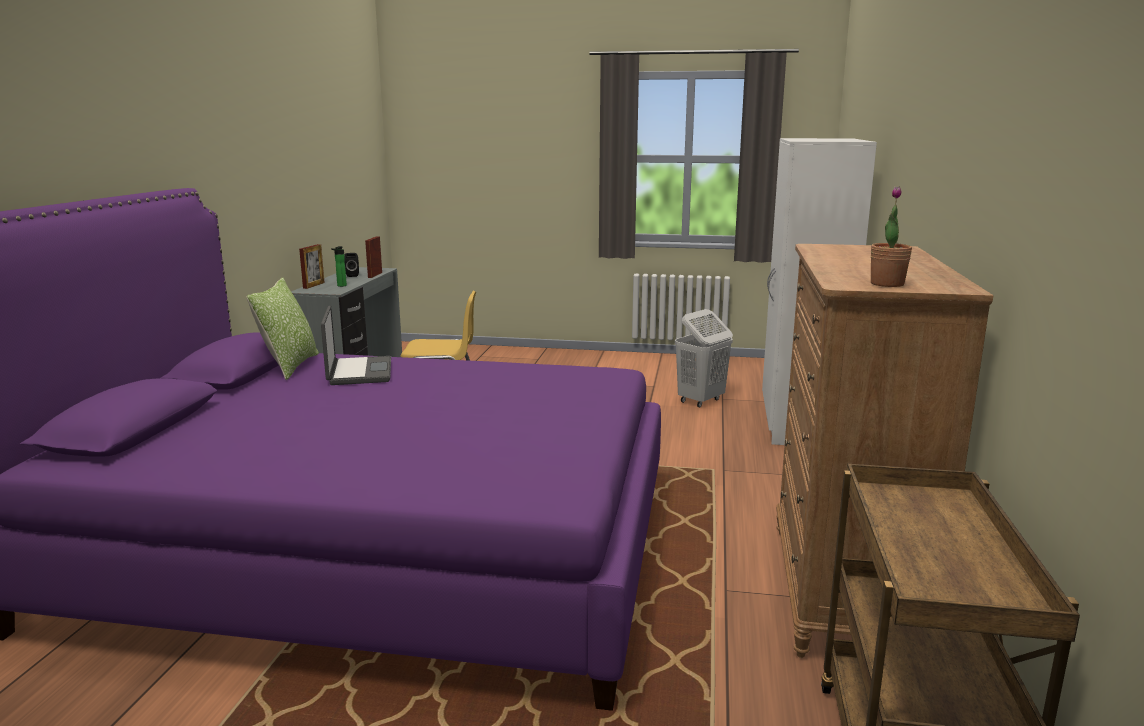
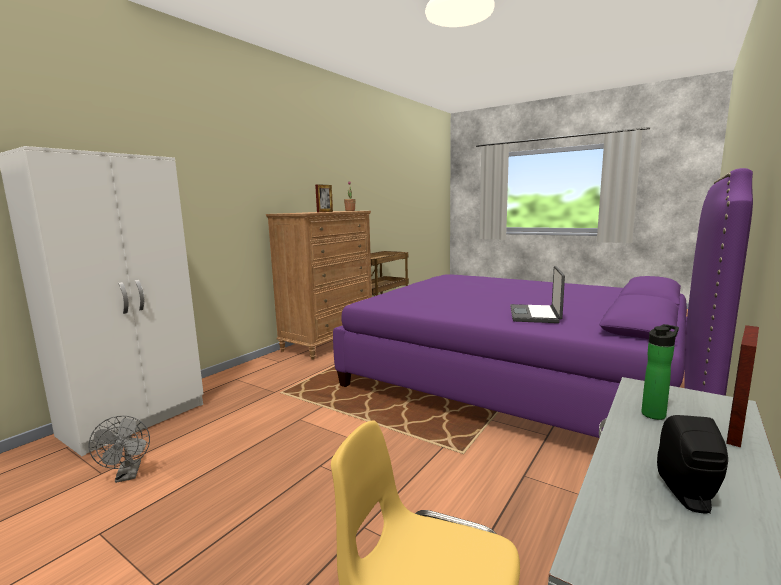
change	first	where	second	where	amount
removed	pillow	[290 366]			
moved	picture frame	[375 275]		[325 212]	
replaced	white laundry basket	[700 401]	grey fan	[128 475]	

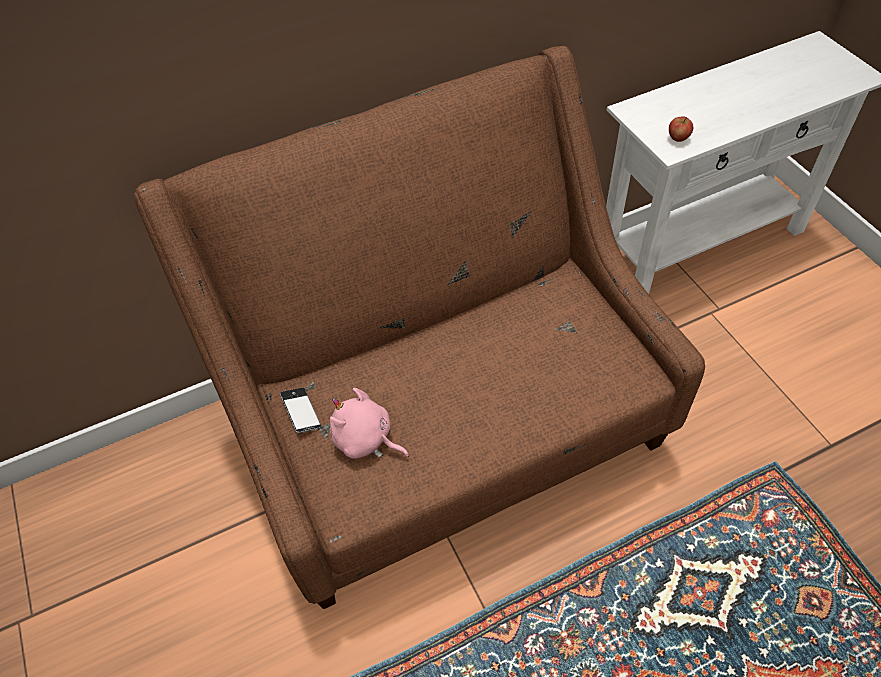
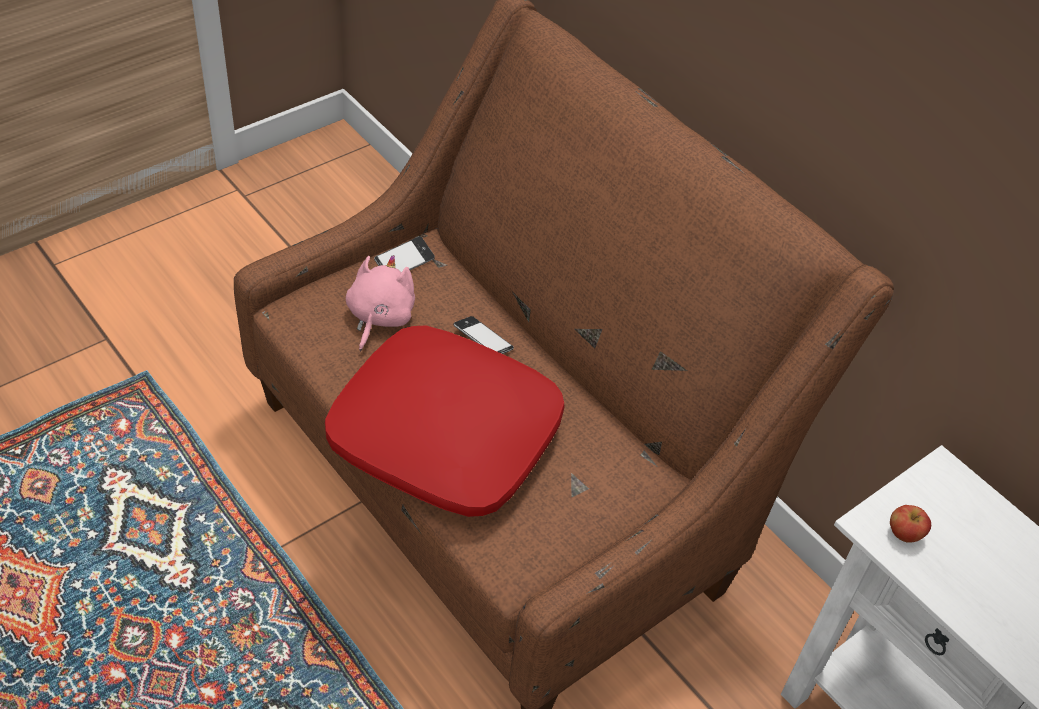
change	first	where	second	where	amount
added			red pillow	[446 435]	
added			phone	[483 340]	

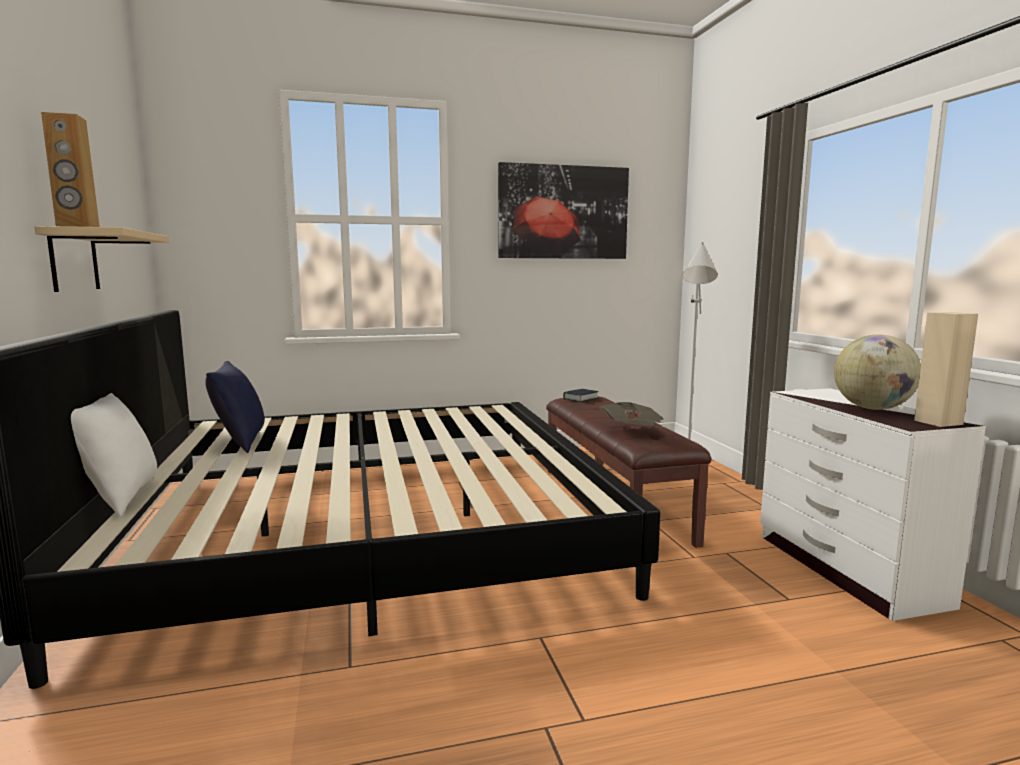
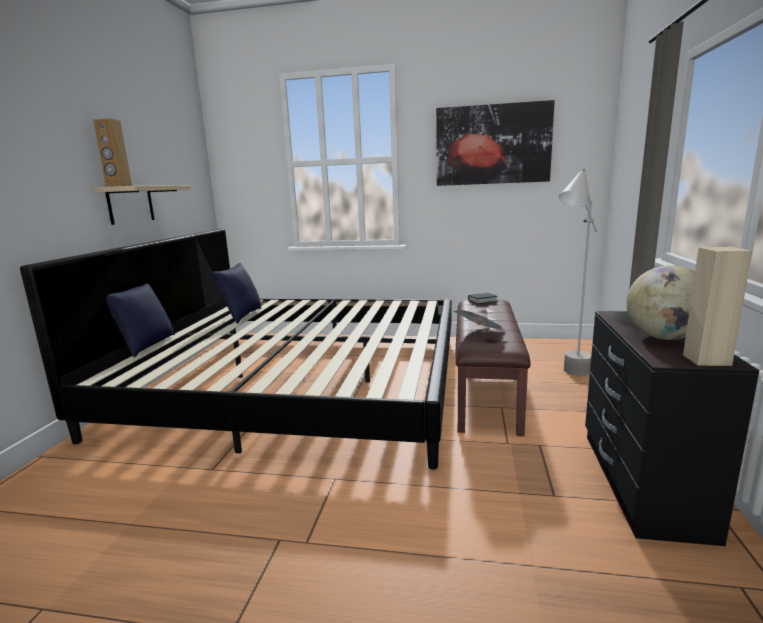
change	first	where	second	where	amount
recoloured	white pillow	[118 498]	blue pillow	[145 346]	
recoloured	white dresser	[847 569]	black dresser	[640 482]	

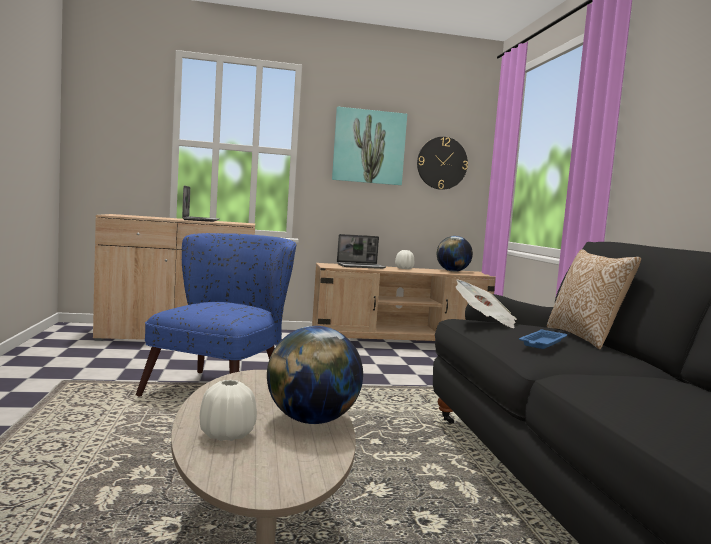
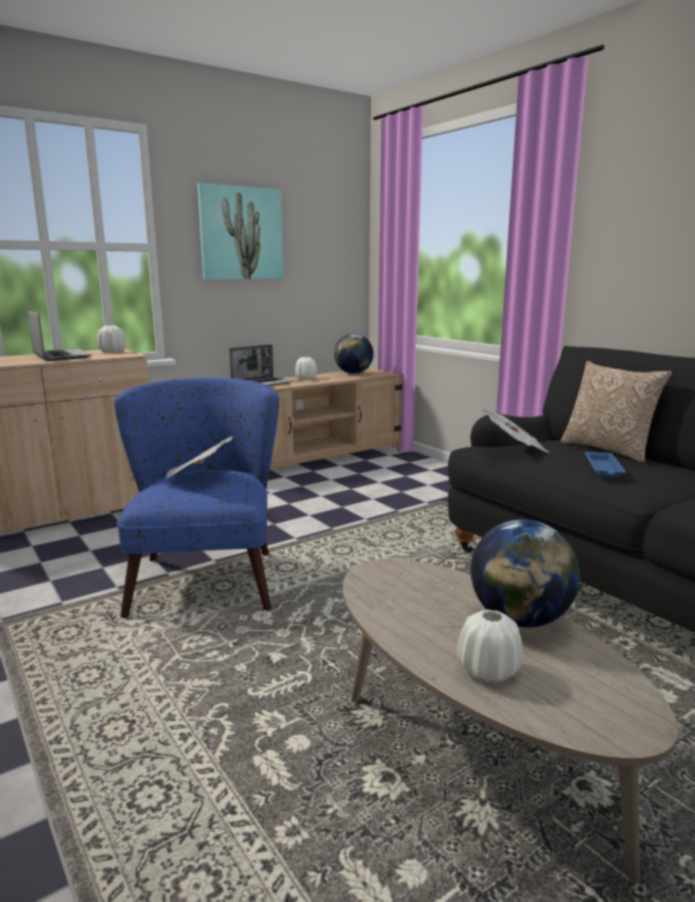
change	first	where	second	where	amount
removed	wall clock	[442 163]			
added			white vase	[112 352]	
added			newspaper	[197 477]	

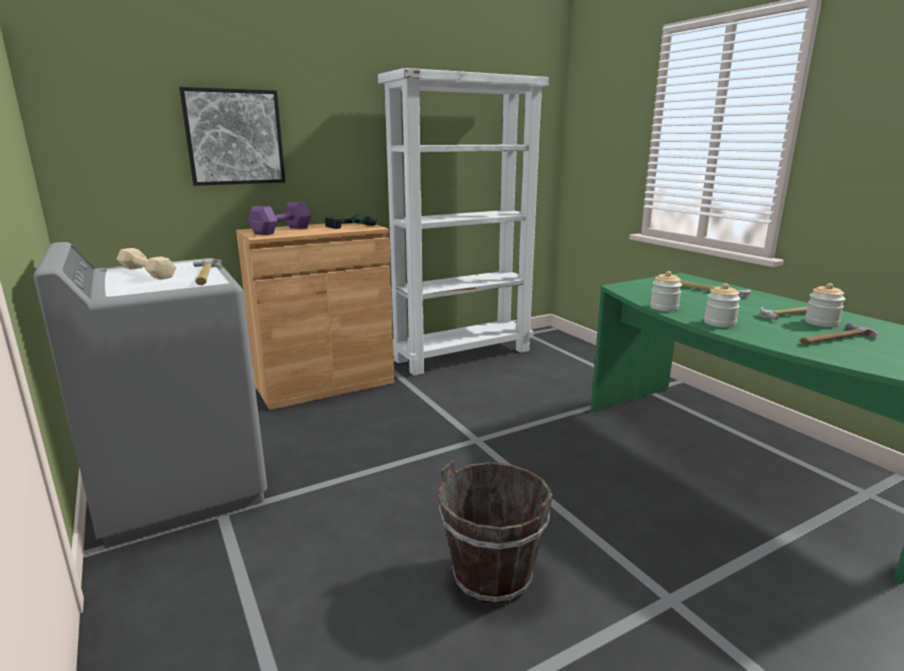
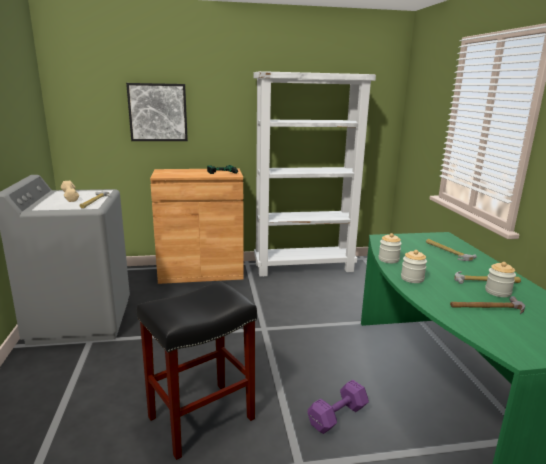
change	first	where	second	where	amount
moved	purple dumbbell	[283 230]		[339 415]	
replaced	brown bucket	[492 576]	black stool	[202 417]	

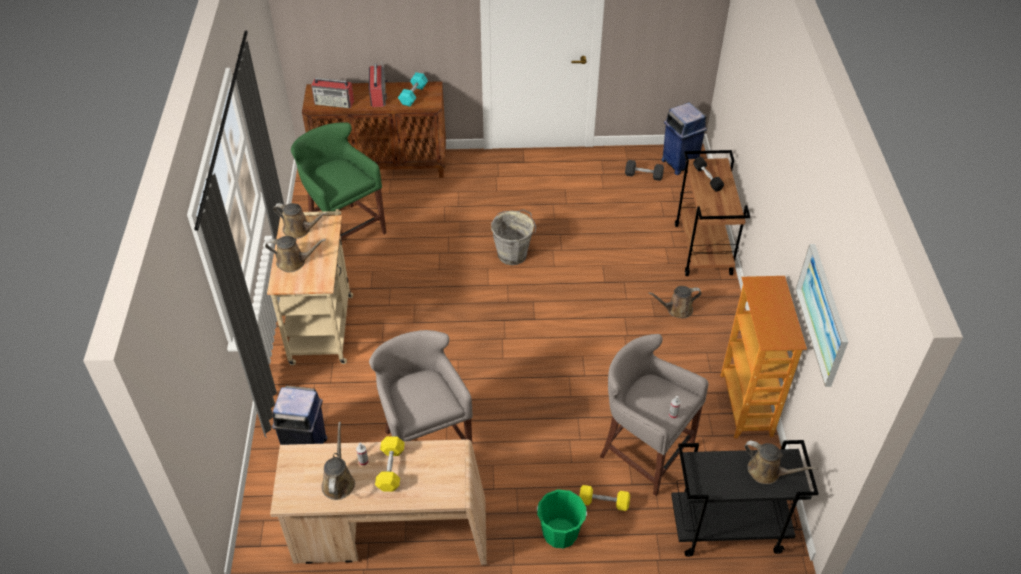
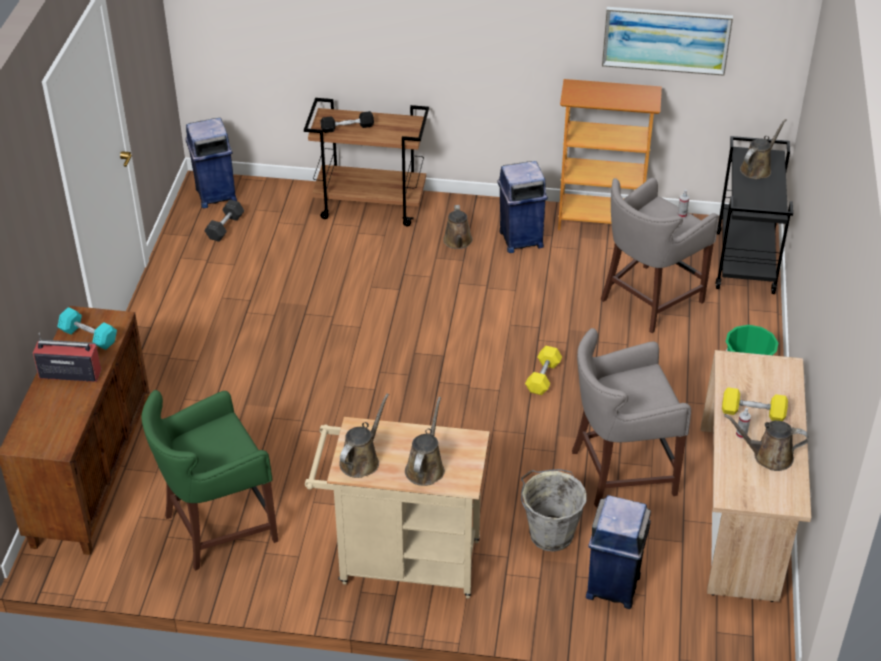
change	first	where	second	where	amount
removed	radio	[334 102]			
moved	grey bucket	[513 254]		[549 533]	
moved	yellow dumbbell	[603 502]		[543 377]	
added			blue trash can	[520 239]	

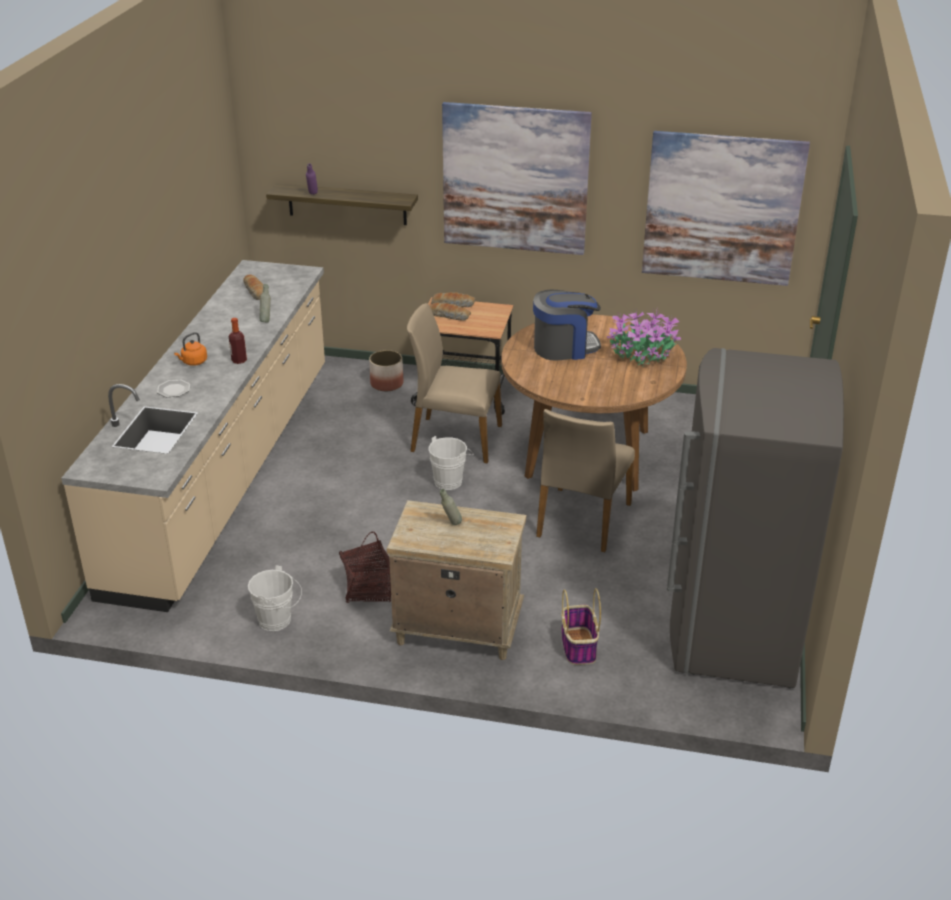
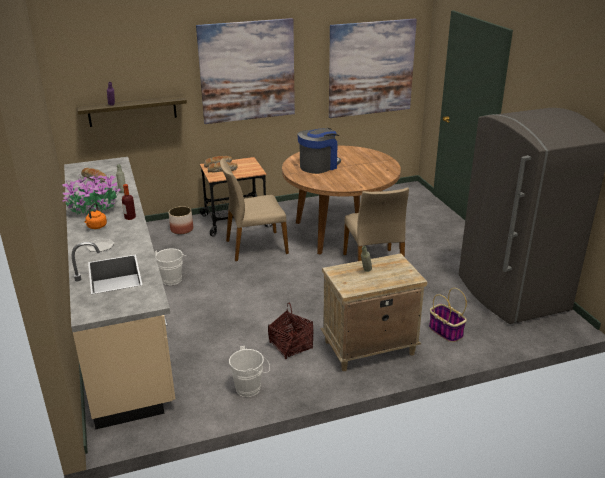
change	first	where	second	where	amount
moved	white bucket	[450 480]		[173 278]	
moved	potted plant	[643 356]		[95 209]	

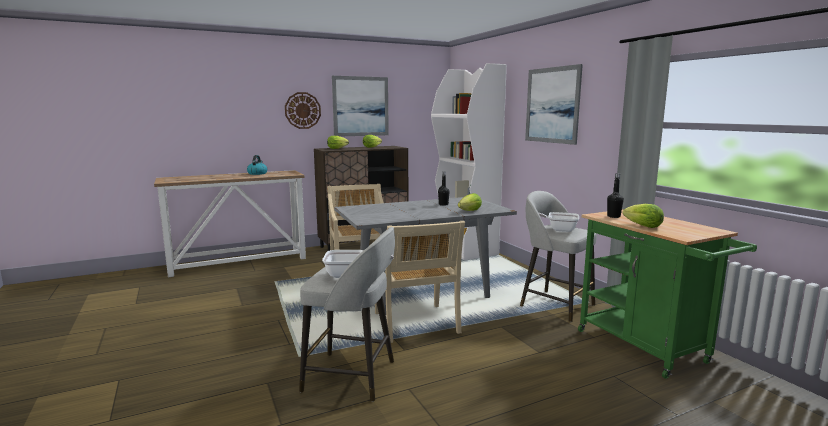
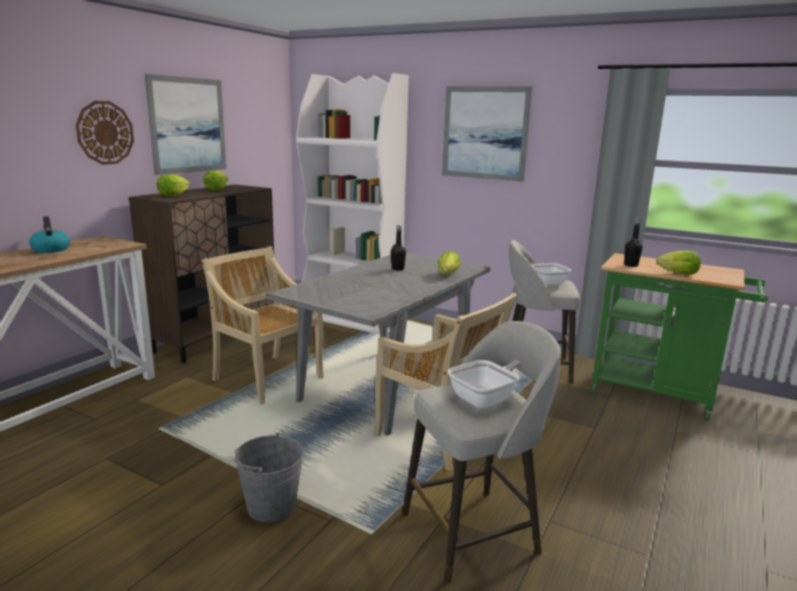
change	first	where	second	where	amount
added			grey bucket	[271 506]	

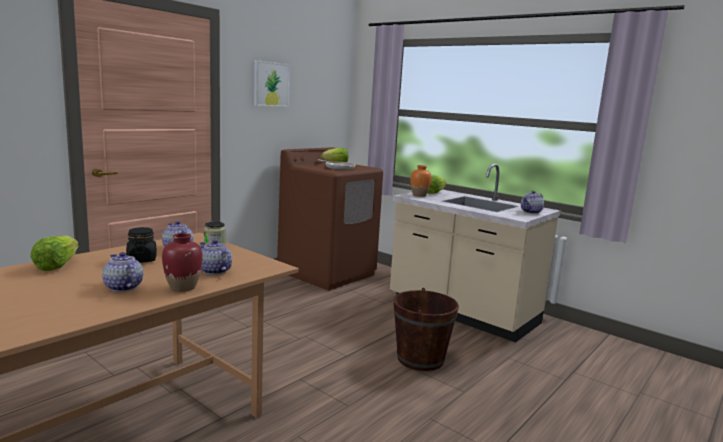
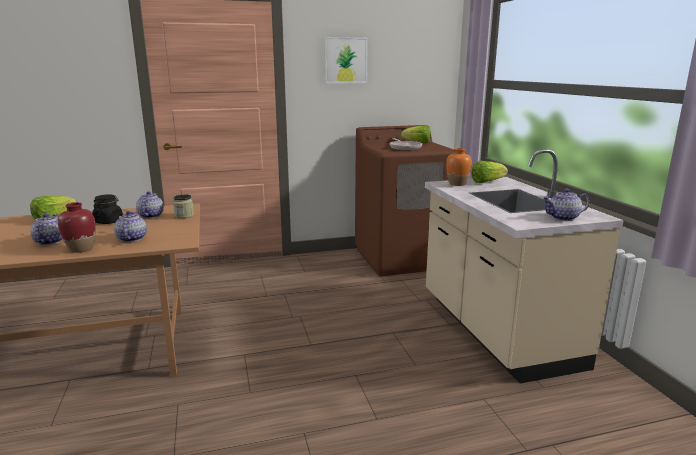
change	first	where	second	where	amount
removed	brown bucket	[420 359]			

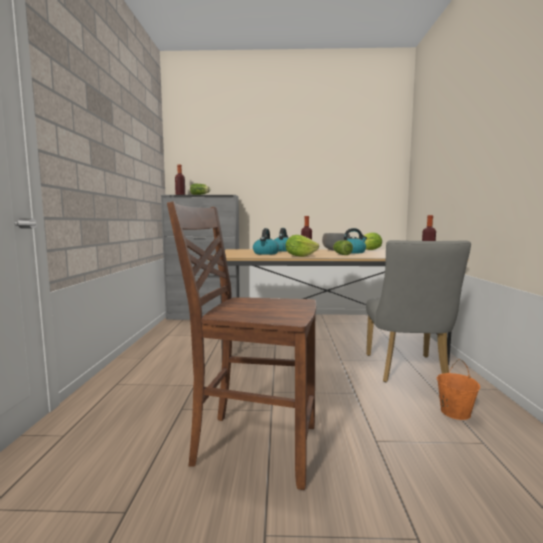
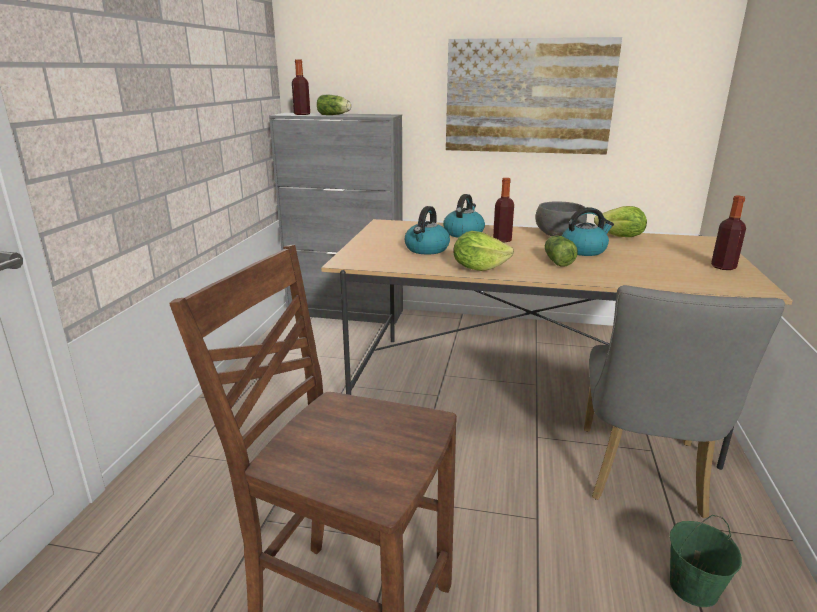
change	first	where	second	where	amount
recoloured	orange bucket	[454 412]	green bucket	[692 587]	
added			picture	[528 97]	

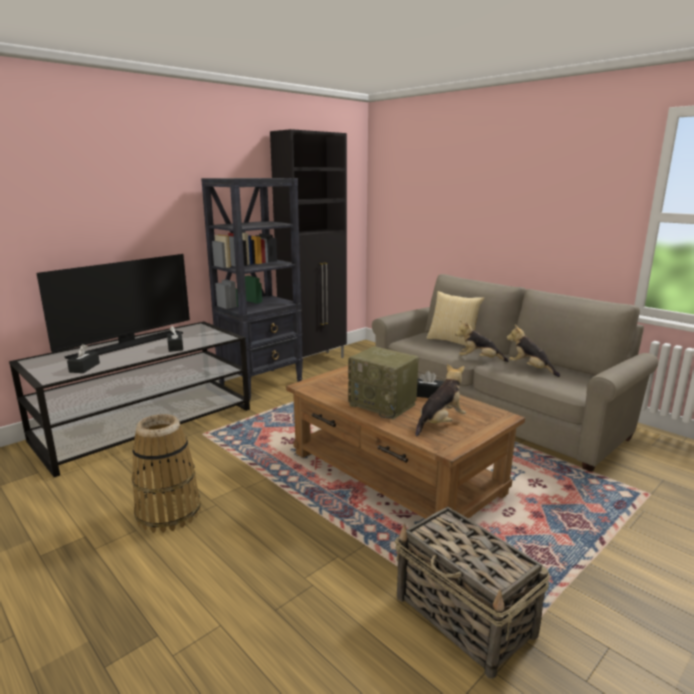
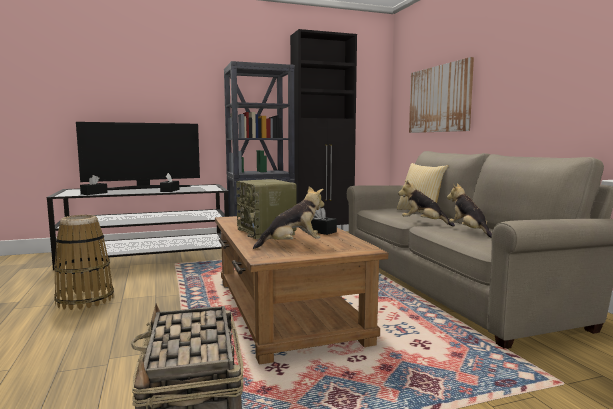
change	first	where	second	where	amount
added			picture	[439 99]	

